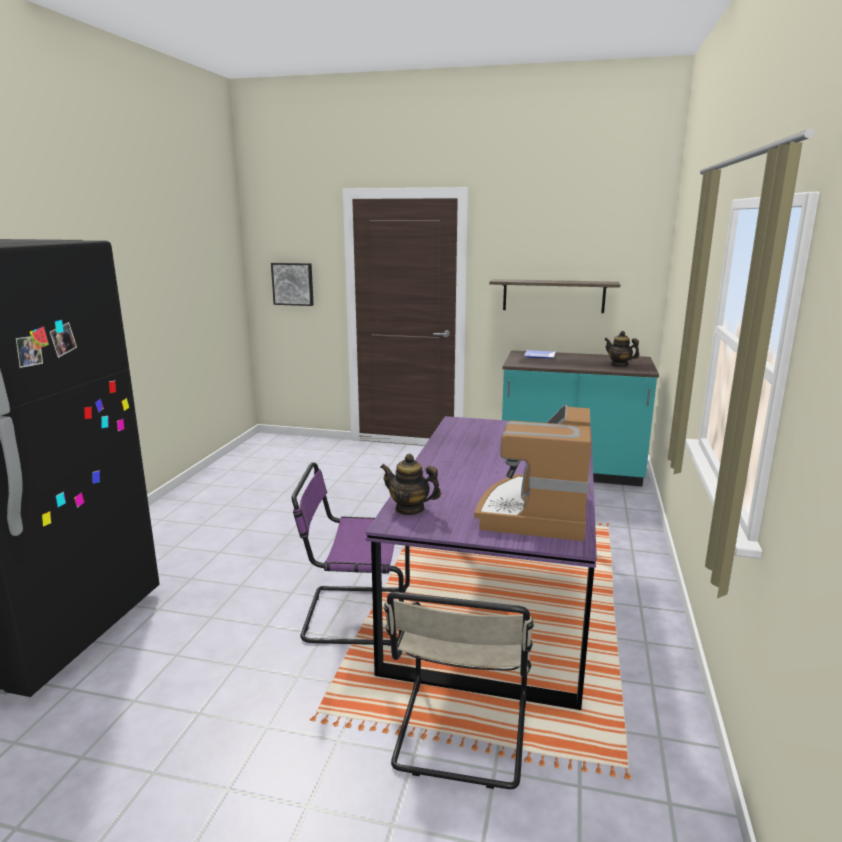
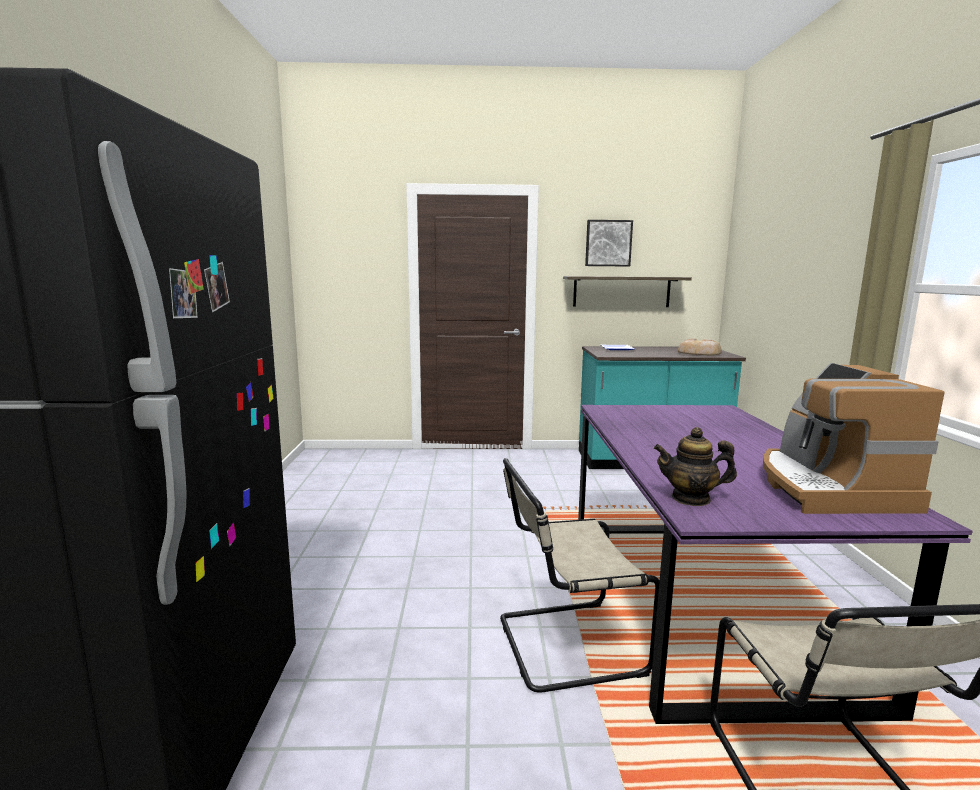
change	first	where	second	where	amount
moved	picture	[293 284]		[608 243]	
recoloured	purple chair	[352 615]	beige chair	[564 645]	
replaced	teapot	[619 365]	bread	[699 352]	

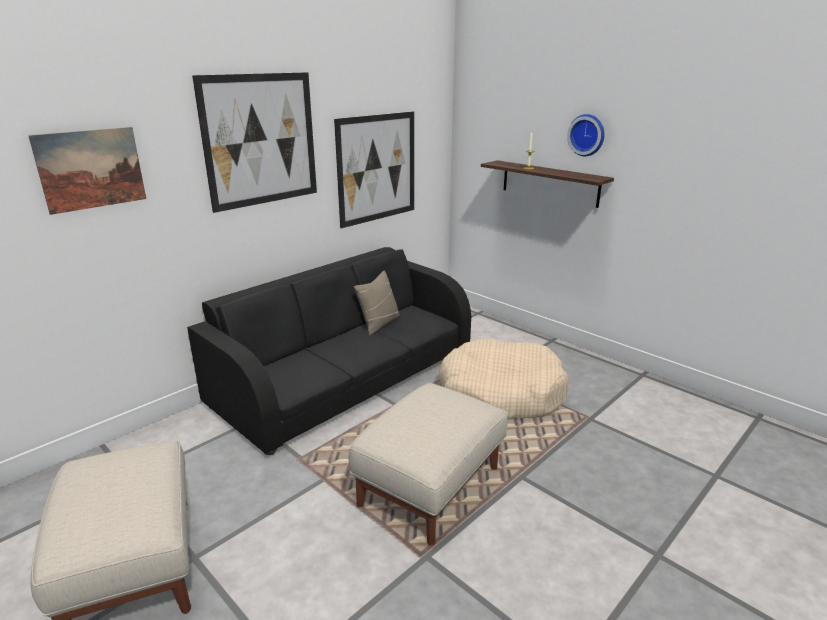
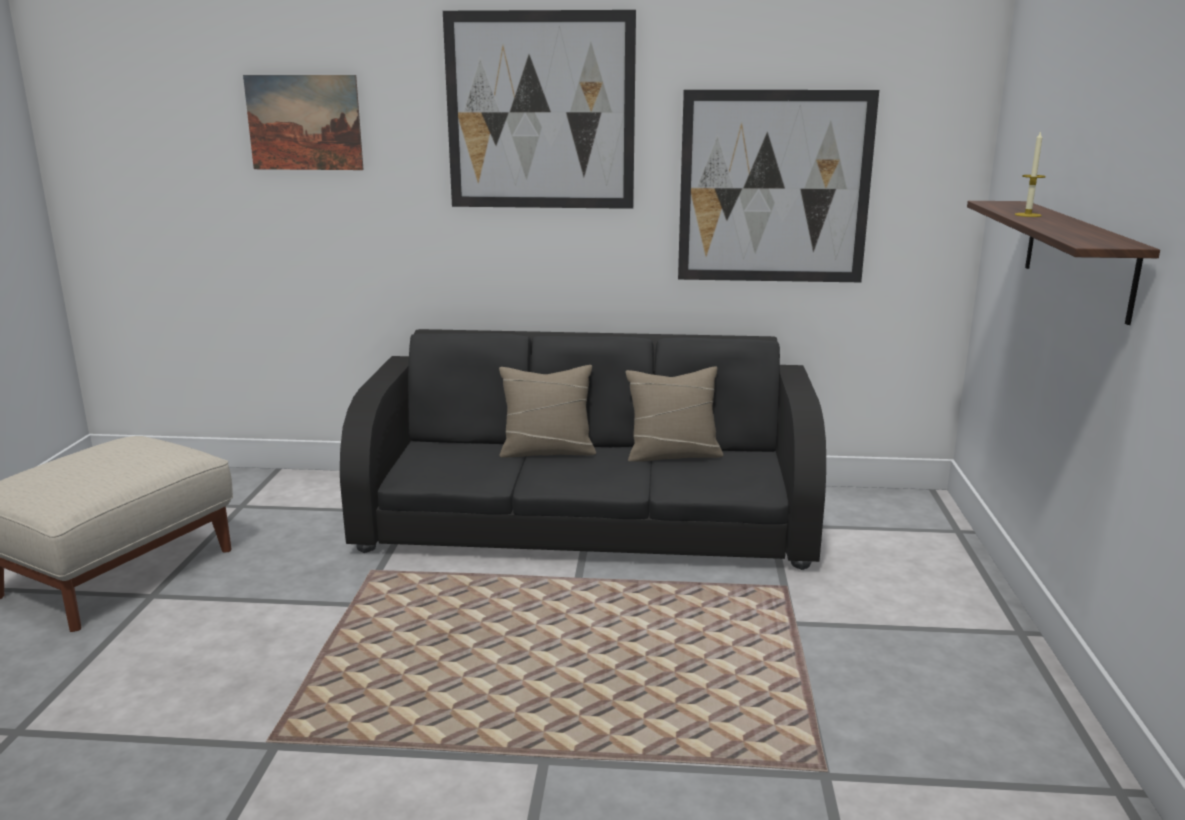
change	first	where	second	where	amount
removed	beige ottoman	[429 486]			
removed	beige dog bed	[501 393]			
removed	wall clock	[587 135]			
added			beige pillow	[547 451]	

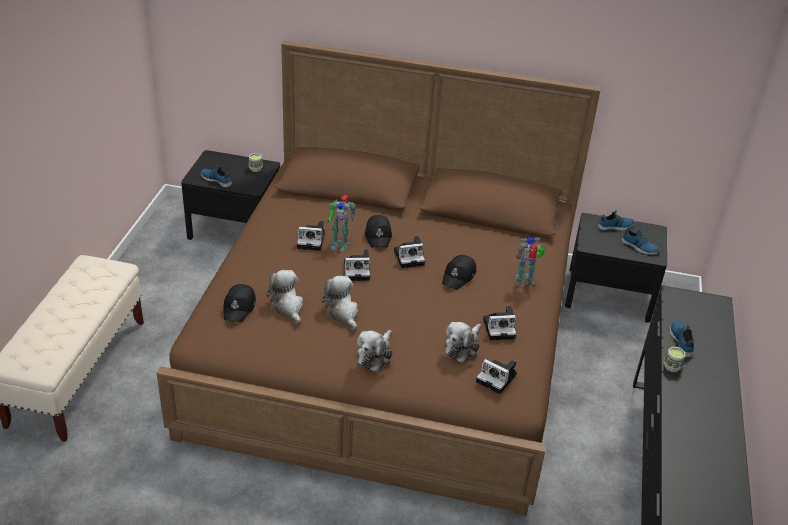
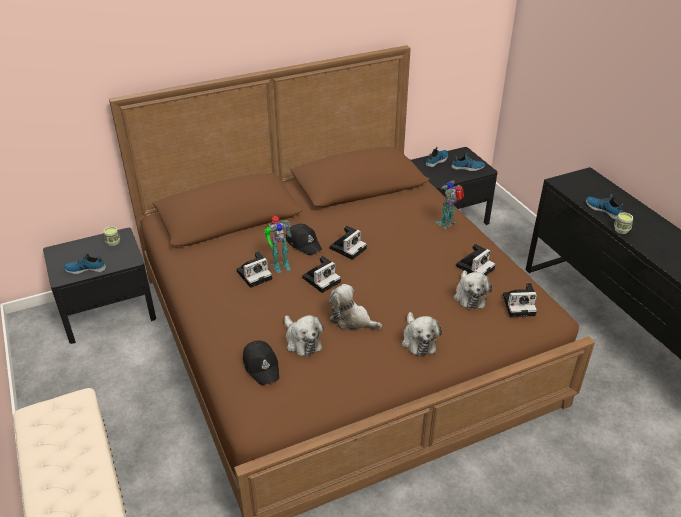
change	first	where	second	where	amount
turned	plush toy	[287 306]		[302 341]	150 degrees counterclockwise
removed	black cap	[459 276]			

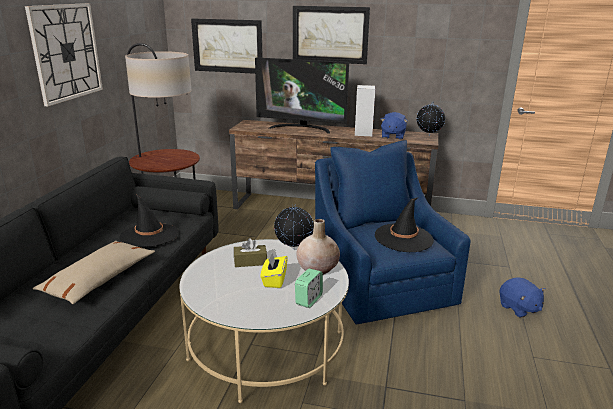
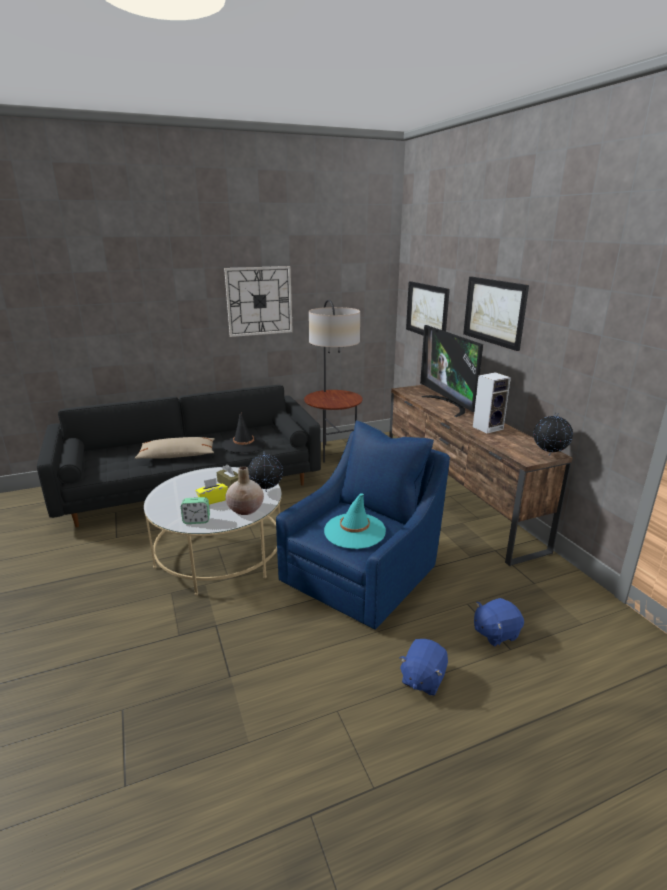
change	first	where	second	where	amount
recoloured	black hat	[403 238]	turquoise hat	[354 531]	
moved	blue plush toy	[392 136]		[495 633]	

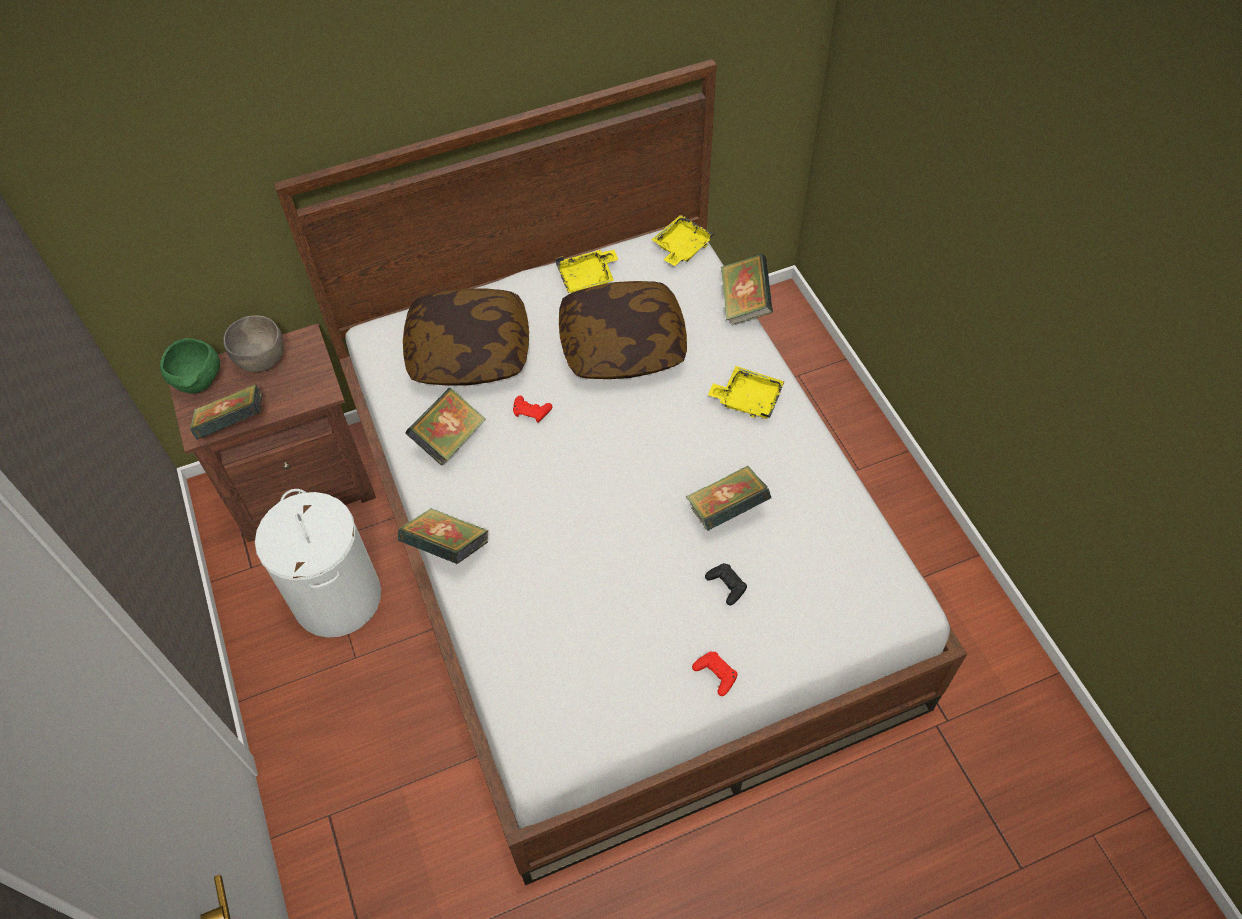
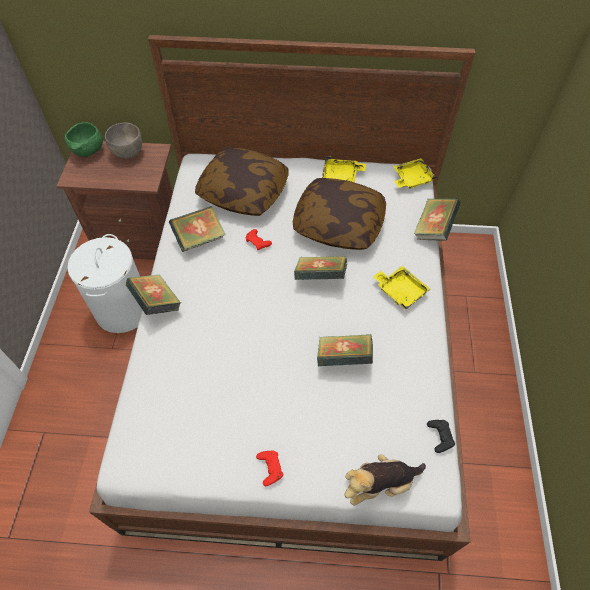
change	first	where	second	where	amount
moved	book	[234 424]		[320 277]	
moved	black game controller	[726 585]		[440 436]	
added			plush toy	[379 484]	

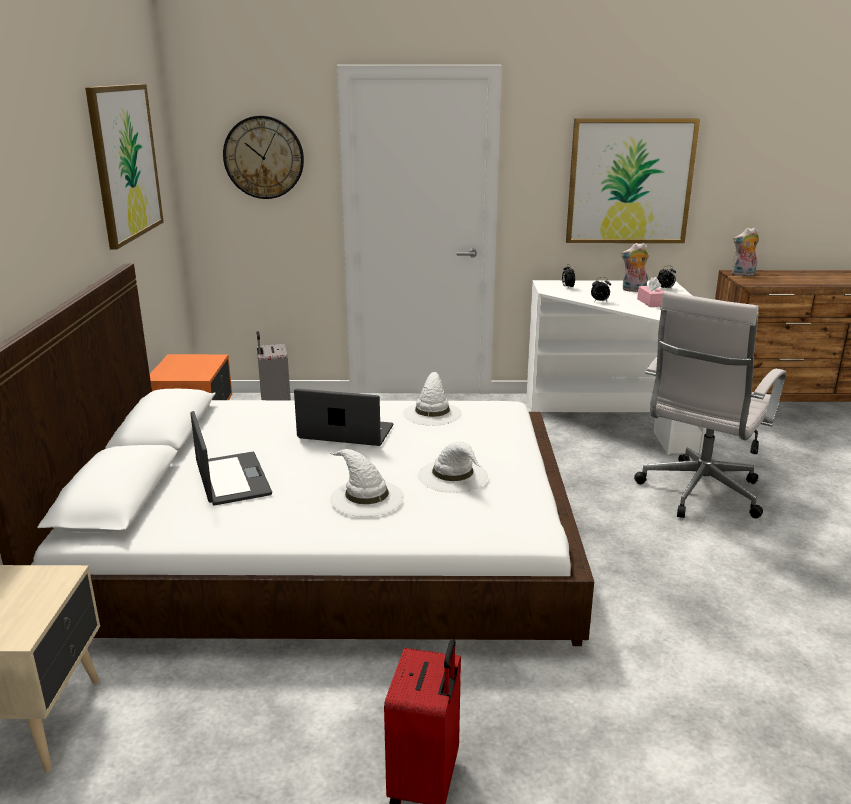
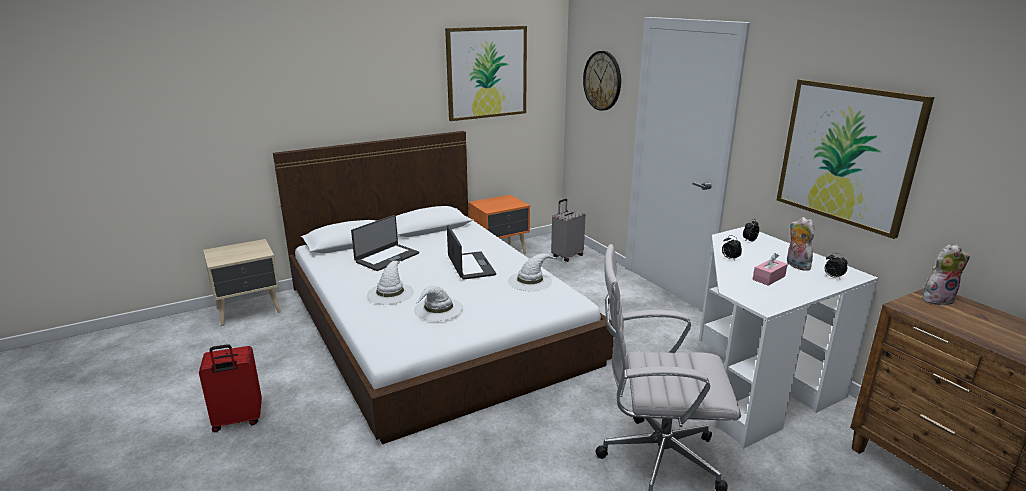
change	first	where	second	where	amount
turned	plush toy	[743 275]		[937 299]	120 degrees clockwise

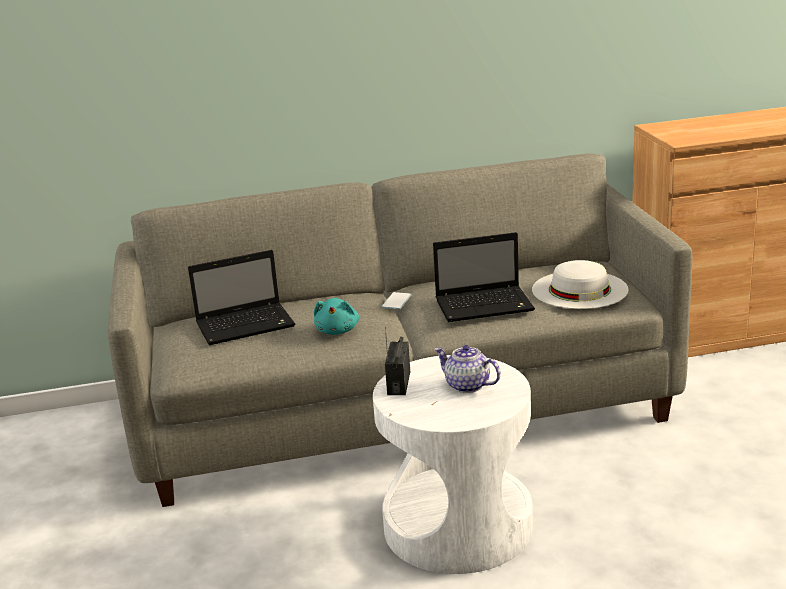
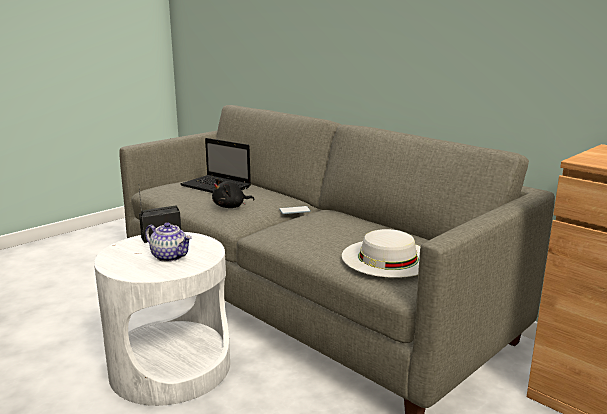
change	first	where	second	where	amount
recoloured	turquoise plush toy	[337 330]	black plush toy	[231 207]	
removed	laptop	[486 305]			
turned	teapot	[466 385]		[170 256]	120 degrees clockwise

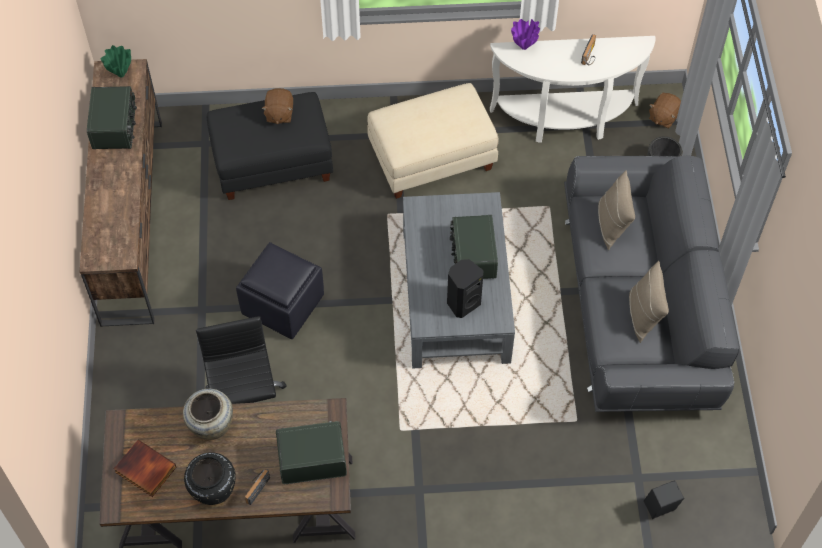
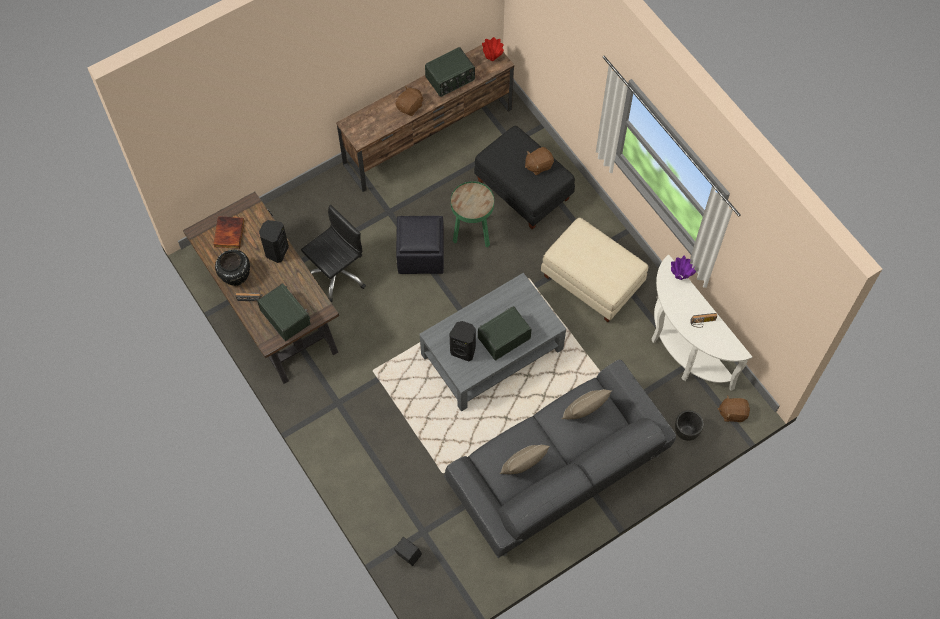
change	first	where	second	where	amount
recoloured	green vase	[121 74]	red vase	[492 58]	
replaced	beige vase	[211 426]	black speaker	[276 251]	
added			brown plush toy	[410 107]	
added			green side table	[472 235]	

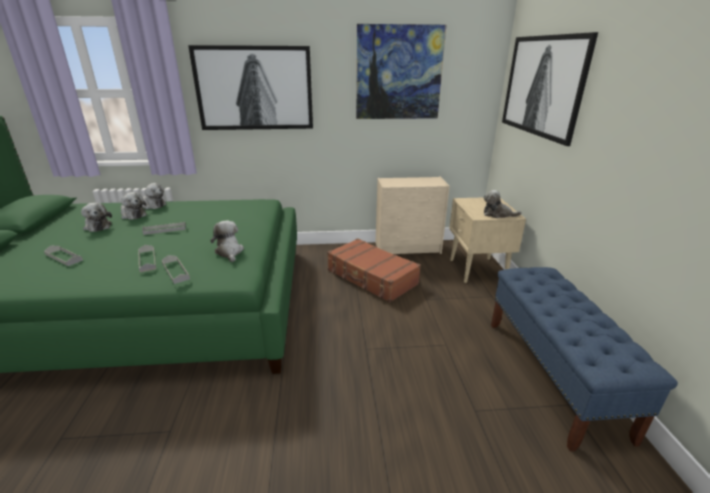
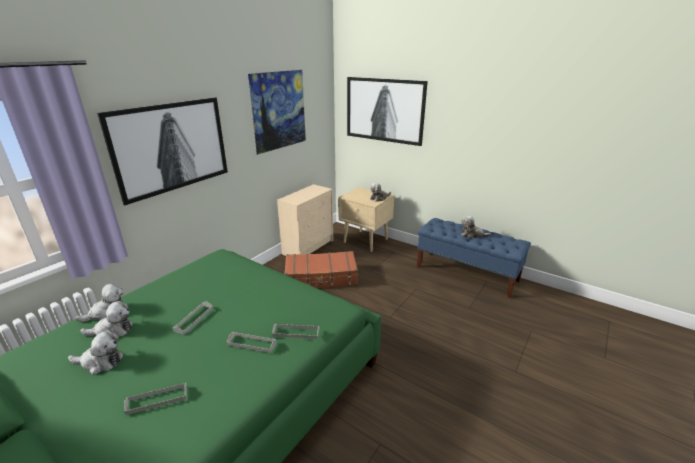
change	first	where	second	where	amount
moved	plush toy	[229 252]		[472 234]	

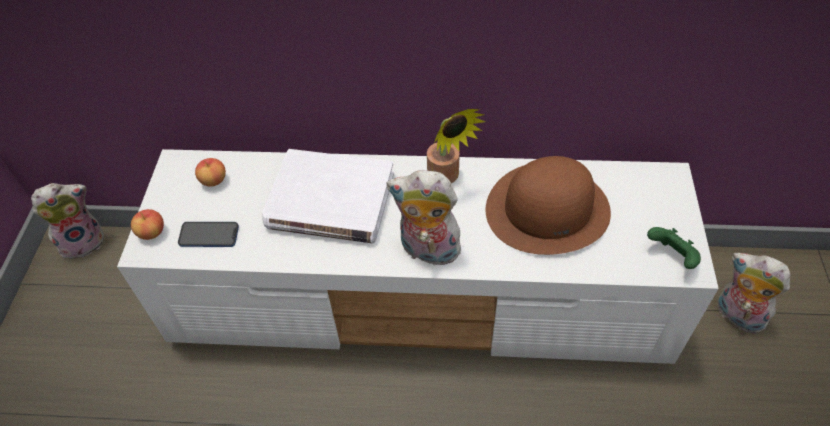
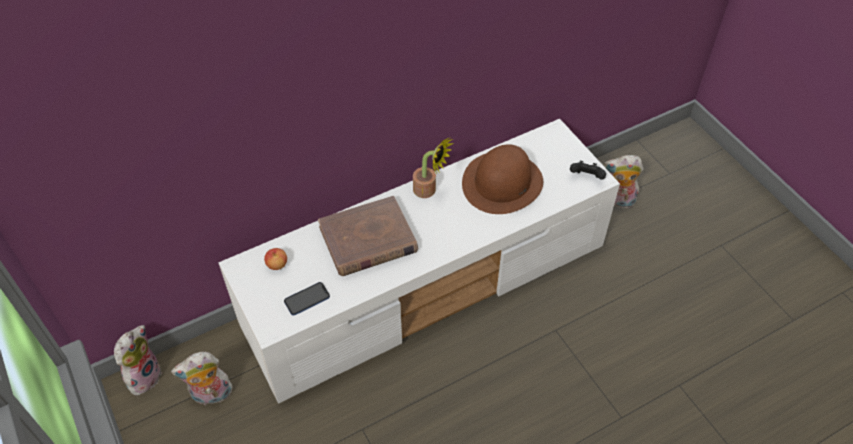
change	first	where	second	where	amount
removed	apple	[152 232]			
recoloured	white book	[330 201]	brown book	[368 240]	
moved	plush toy	[427 251]		[211 395]	
recoloured	green game controller	[672 257]	black game controller	[586 177]	

